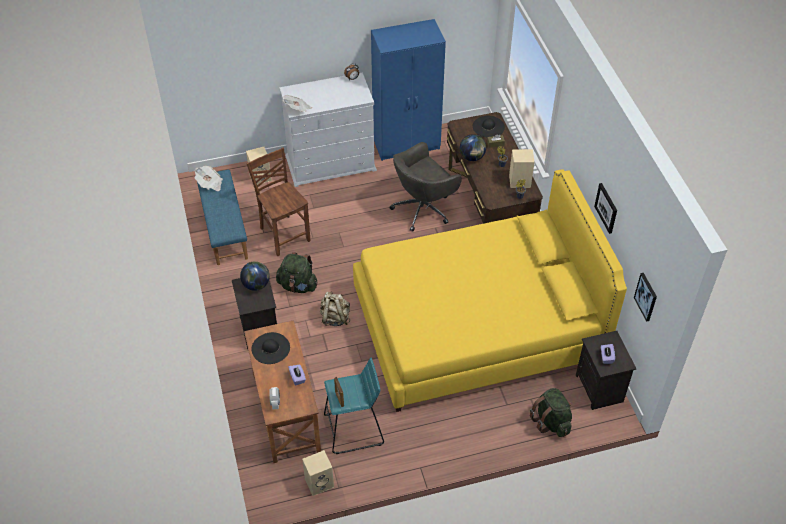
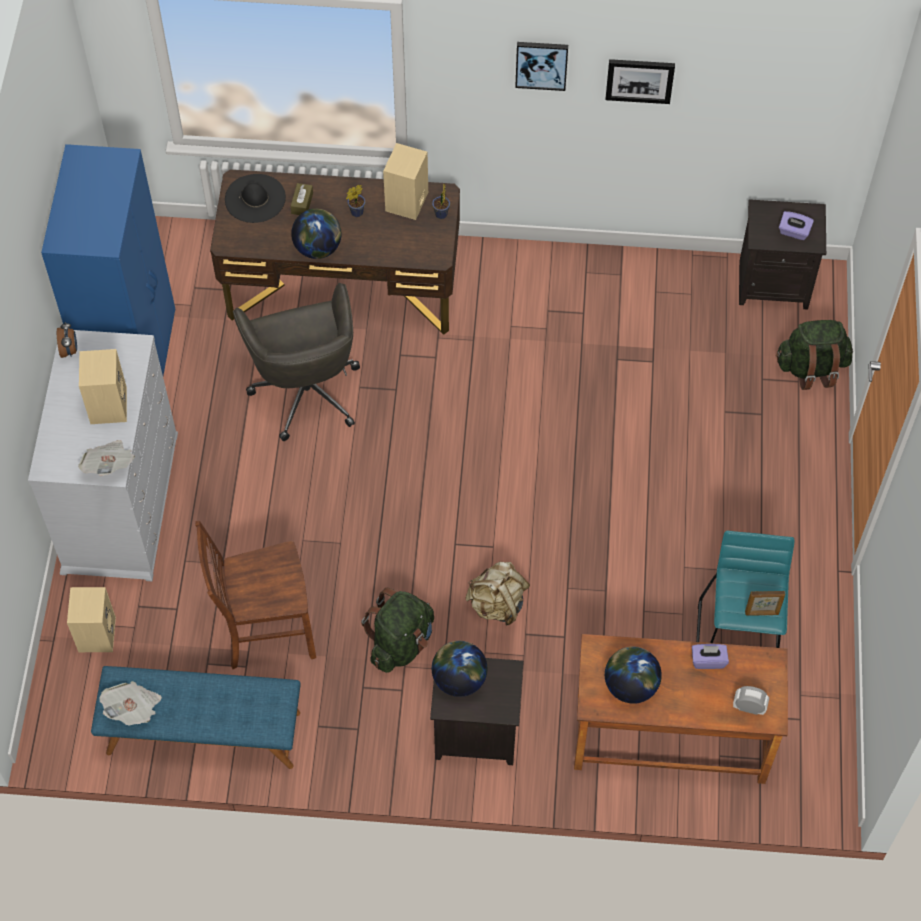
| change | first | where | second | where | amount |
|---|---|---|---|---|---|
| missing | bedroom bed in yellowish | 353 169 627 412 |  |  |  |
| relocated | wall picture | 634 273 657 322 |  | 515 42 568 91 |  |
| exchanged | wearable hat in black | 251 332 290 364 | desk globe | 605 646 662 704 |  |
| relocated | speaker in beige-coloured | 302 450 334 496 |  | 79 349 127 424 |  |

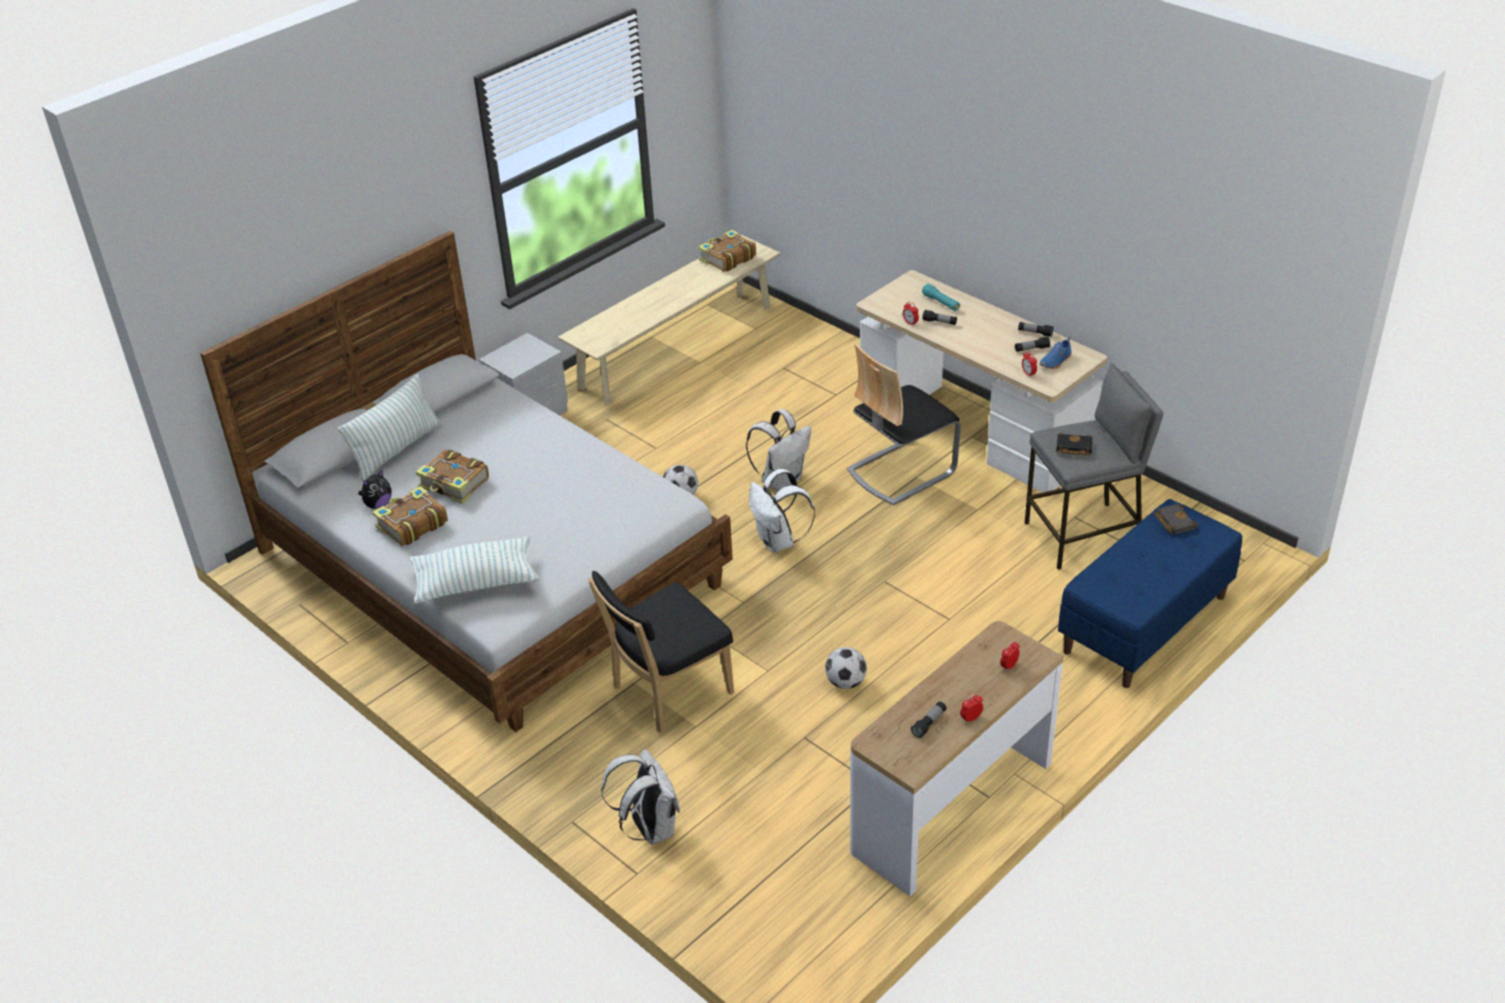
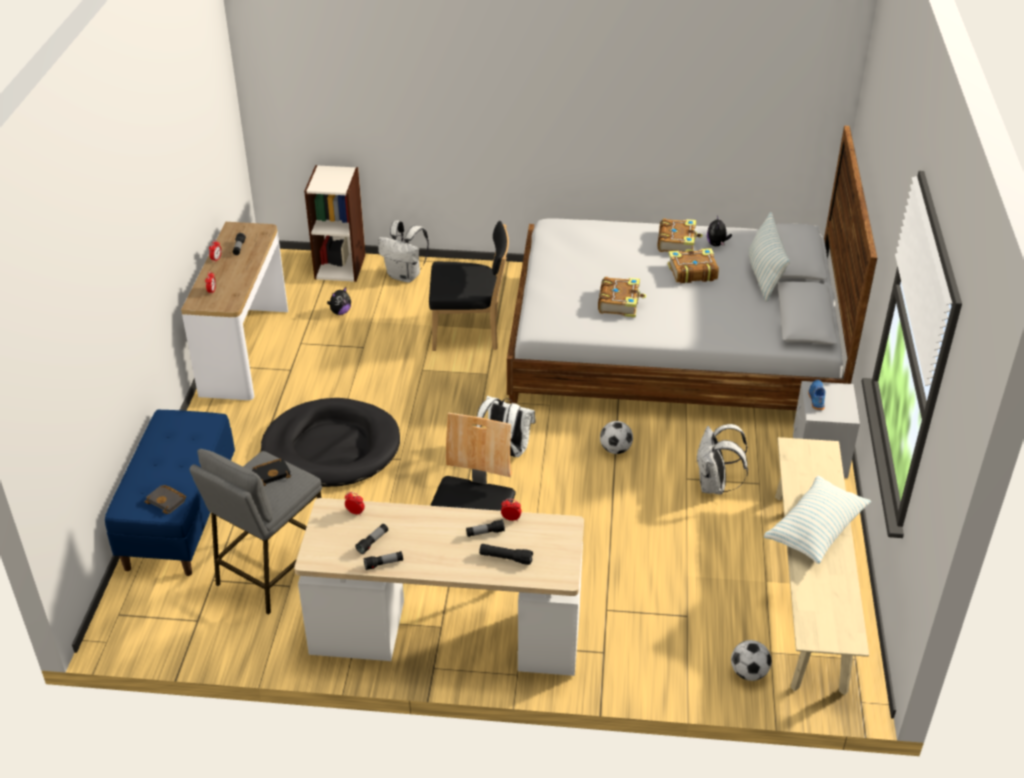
| change | first | where | second | where | amount |
|---|---|---|---|---|---|
| relocated | book | 698 230 756 272 |  | 598 277 646 318 |  |
| colour | flashlight in turquoise | 922 284 960 311 | flashlight in black | 479 544 533 565 |  |
| relocated | item of footwear in bluish | 1040 337 1072 369 |  | 808 380 826 410 |  |
| relocated | rucksack in white | 746 409 811 491 |  | 697 424 748 495 |  |
| relocated | throw pillow | 410 536 540 604 |  | 764 476 871 564 |  |
| spun | chair in black | 588 571 734 733 |  | 429 221 509 351 | 75 degrees clockwise |
| relocated | football ball | 825 647 867 689 |  | 731 640 771 681 |  |
| appeared |  |  | bookcase | 304 165 365 282 |  |
| appeared |  |  | soft toy | 327 287 351 315 |  |
| appeared |  |  | dog cushion in black | 261 398 400 487 |  |

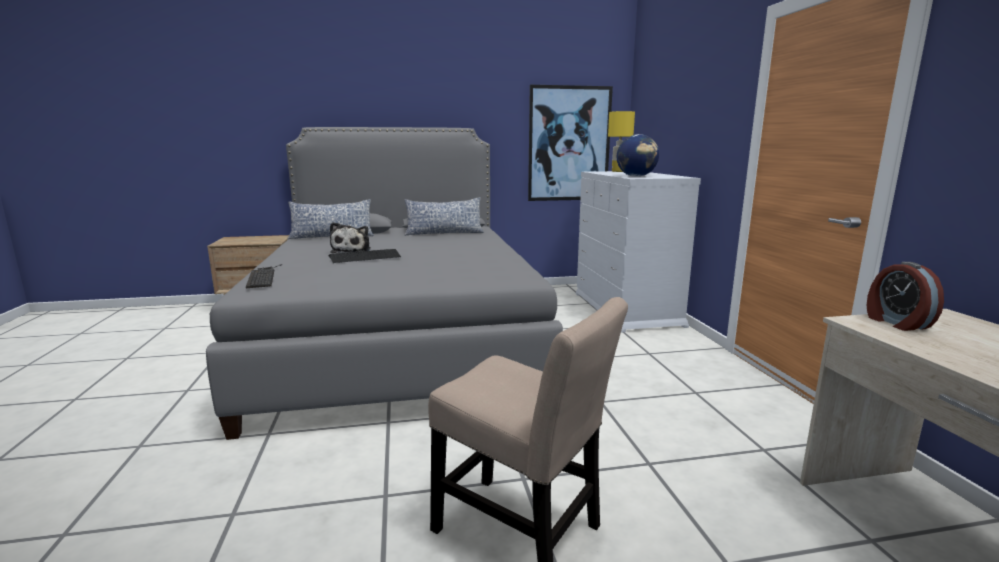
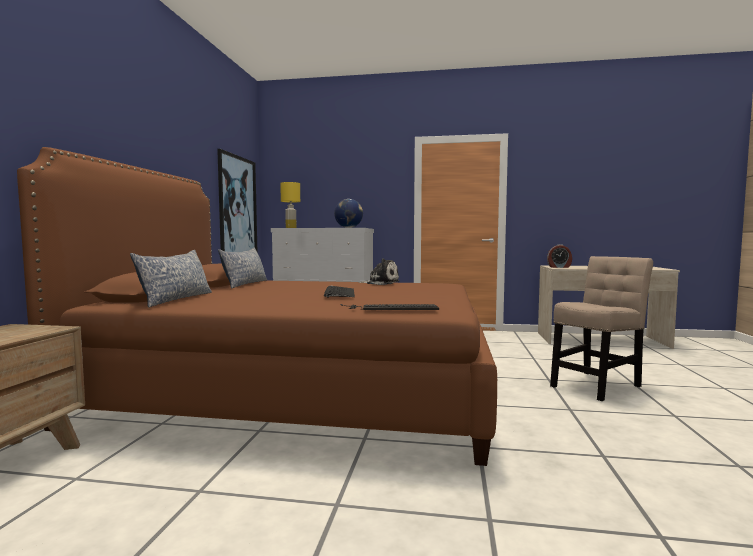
| change | first | where | second | where | amount |
|---|---|---|---|---|---|
| colour | bedroom bed in greyish | 206 127 563 440 | bedroom bed in brownish | 17 147 497 466 |  |
| relocated | soft toy | 330 222 371 253 |  | 358 258 399 285 |  |

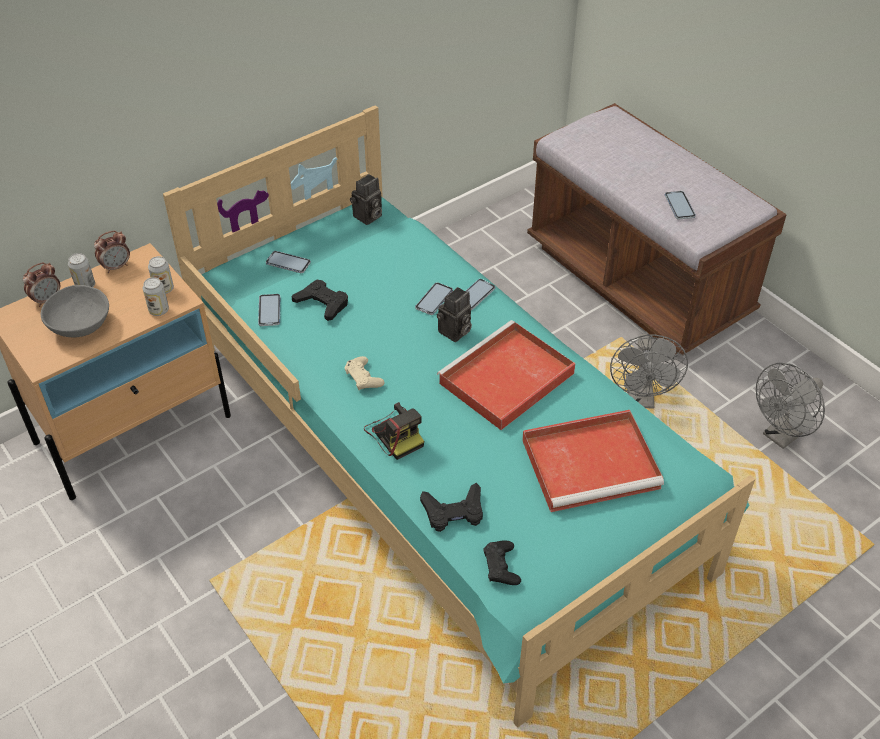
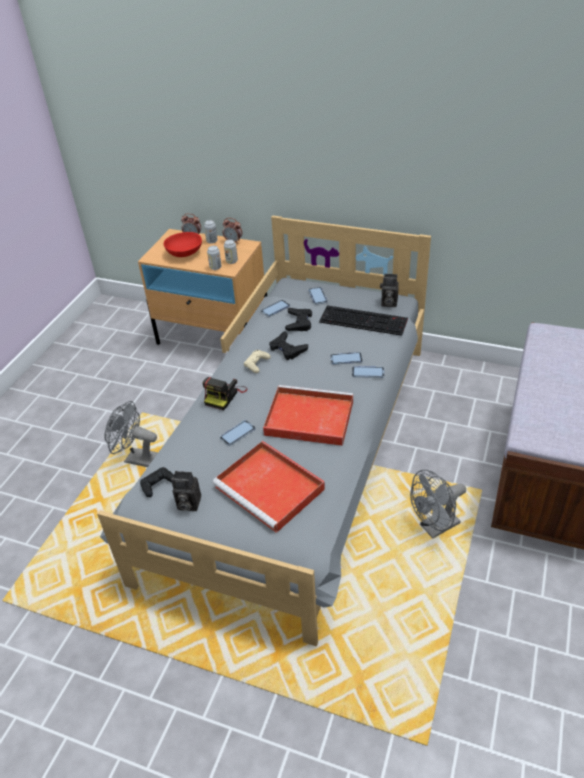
| change | first | where | second | where | amount |
|---|---|---|---|---|---|
| colour | bedroom bed in turquoise | 163 105 755 728 | bedroom bed in greyish | 97 216 431 646 |  |
| relocated | telephone | 665 191 696 219 |  | 220 420 256 446 |  |
| colour | deep dish in greyish | 41 285 109 337 | deep dish in red-coloured | 164 232 202 257 |  |
| relocated | still camera | 437 287 472 342 |  | 171 471 201 511 |  |
| relocated | electric fan in greyish | 756 363 825 449 |  | 104 401 158 467 |  |
| relocated | gamepad in black | 420 483 483 532 |  | 269 331 308 360 |  |
| appeared |  |  | keyboard | 319 305 408 336 |  |

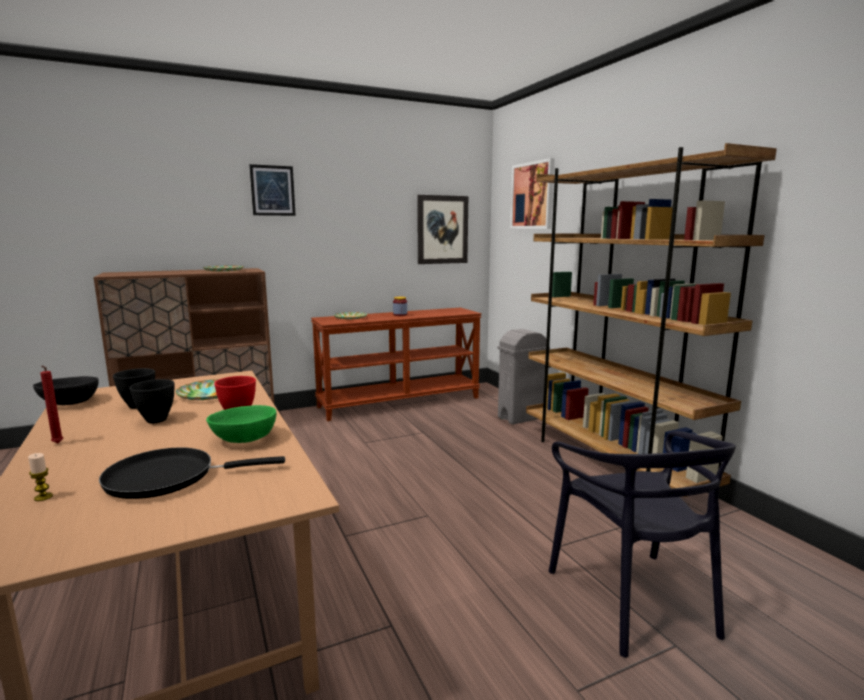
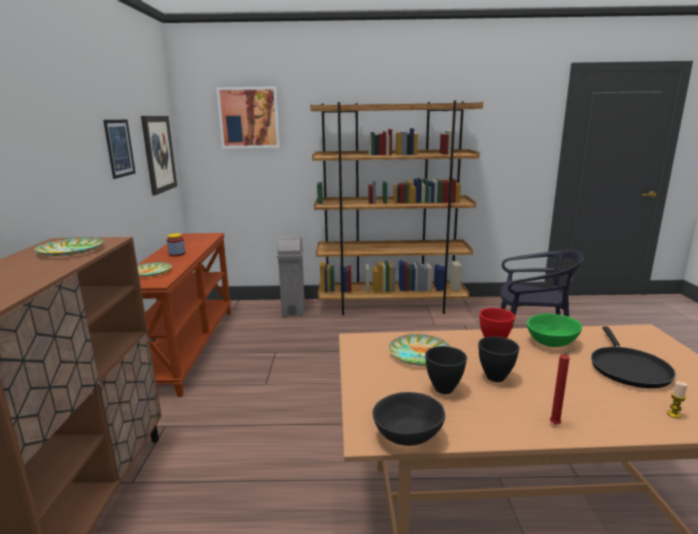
| change | first | where | second | where | amount |
|---|---|---|---|---|---|
| relocated | wall picture | 249 164 296 216 |  | 103 120 136 179 |  |

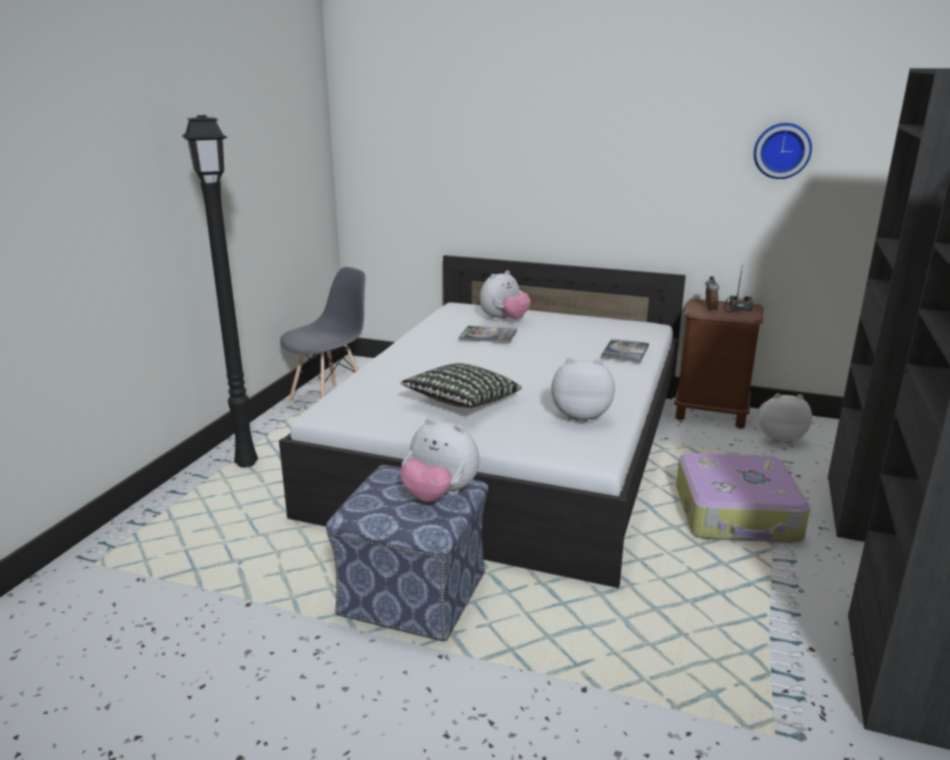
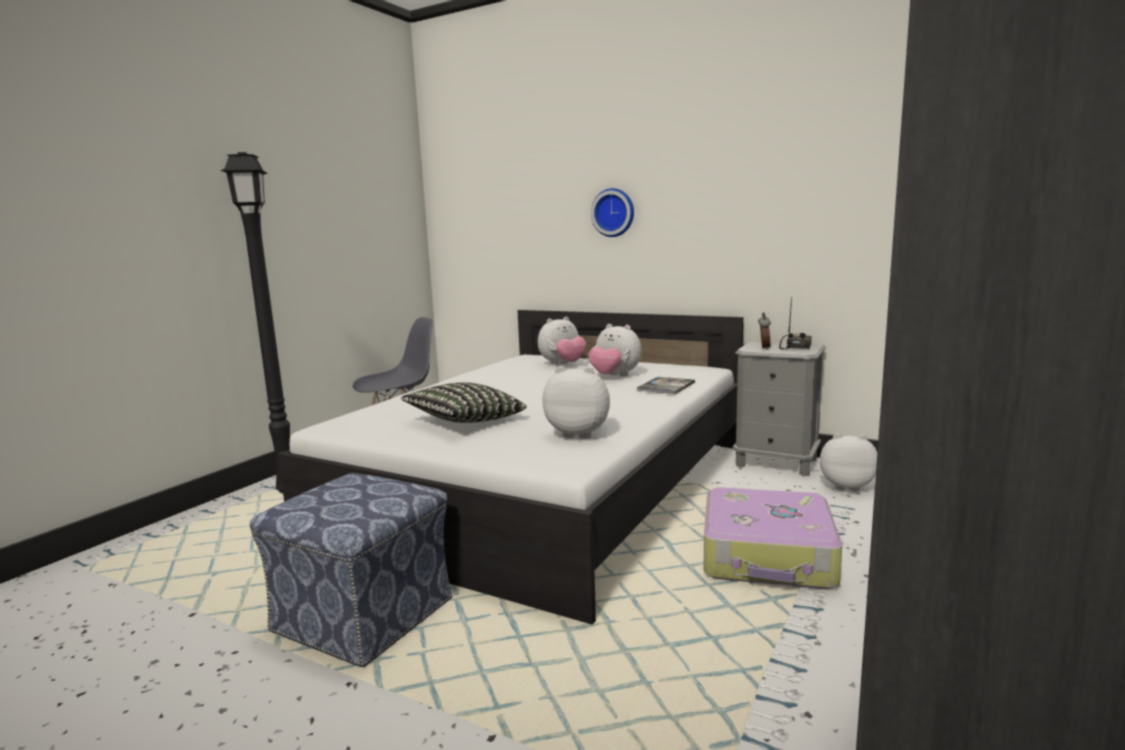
| change | first | where | second | where | amount |
|---|---|---|---|---|---|
| relocated | hanging clock | 754 123 812 179 |  | 591 188 634 237 |  |
| colour | night table in brownish | 674 298 763 429 | night table in greyish | 733 341 826 476 |  |
| missing | book | 459 326 517 343 |  |  |  |
| relocated | soft toy | 400 418 479 502 |  | 588 324 641 376 |  |

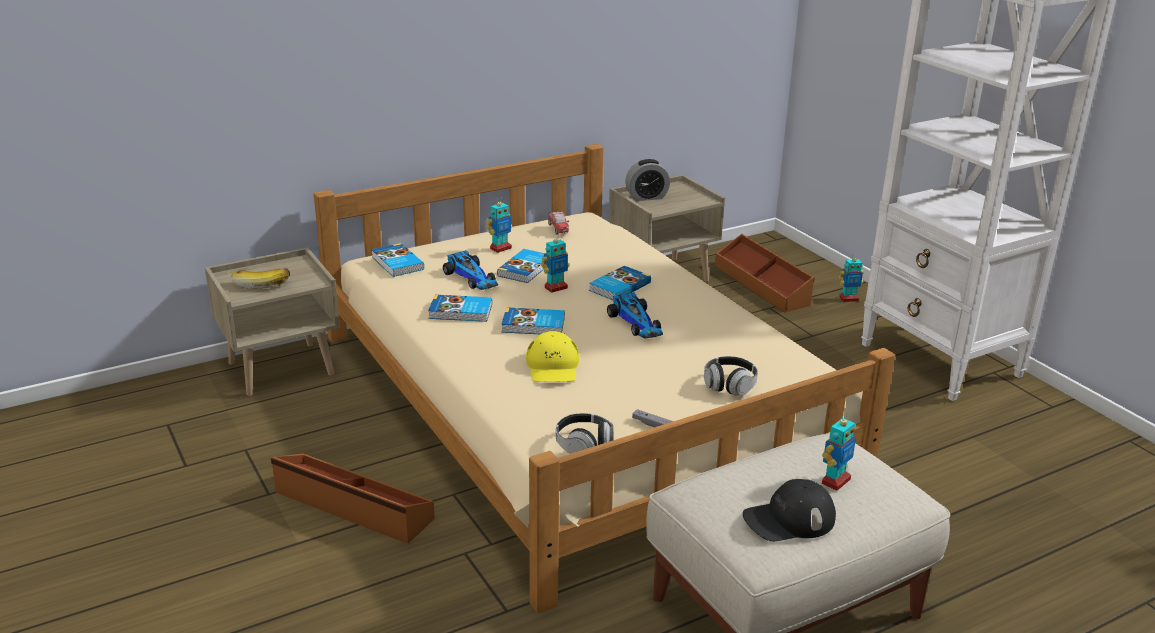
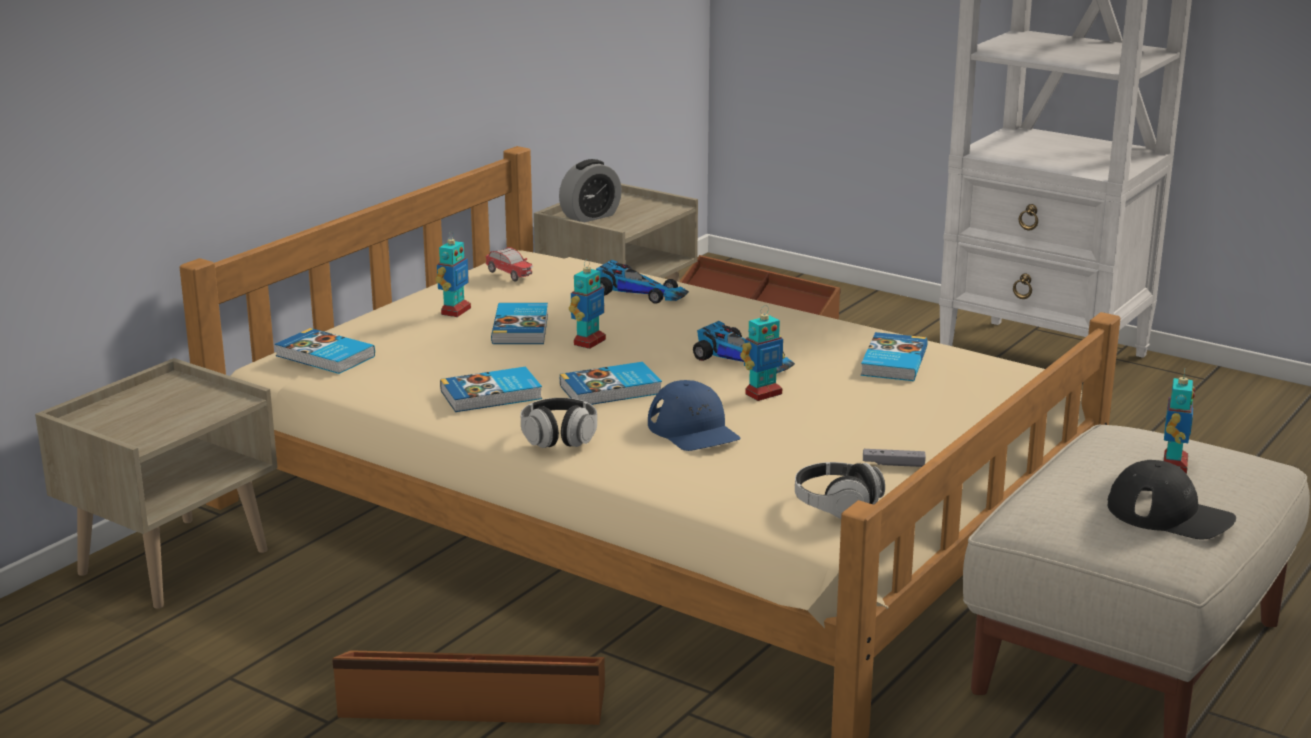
| change | first | where | second | where | amount |
|---|---|---|---|---|---|
| relocated | miniature car | 443 250 498 290 |  | 596 260 689 304 |  |
| relocated | toy robot | 839 254 863 302 |  | 740 305 785 401 |  |
| relocated | book | 589 266 651 300 |  | 861 332 928 381 |  |
| missing | banana fruit | 228 268 290 289 |  |  |  |
| colour | baseball cap in yellowish | 526 331 579 382 | baseball cap in bluish | 648 380 741 451 |  |
| relocated | headset | 704 356 758 396 |  | 521 398 597 448 |  |
| spun | baseball cap in black | 743 479 836 541 |  | 1108 460 1236 539 | 105 degrees counterclockwise |

